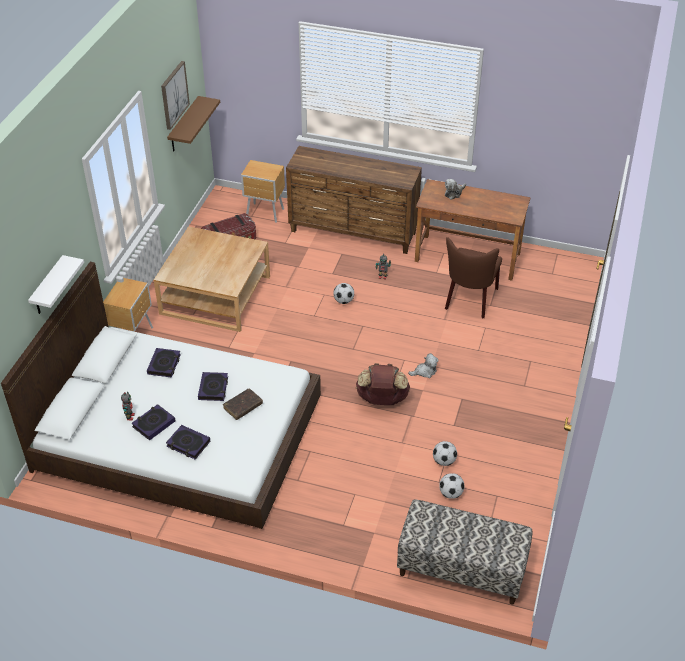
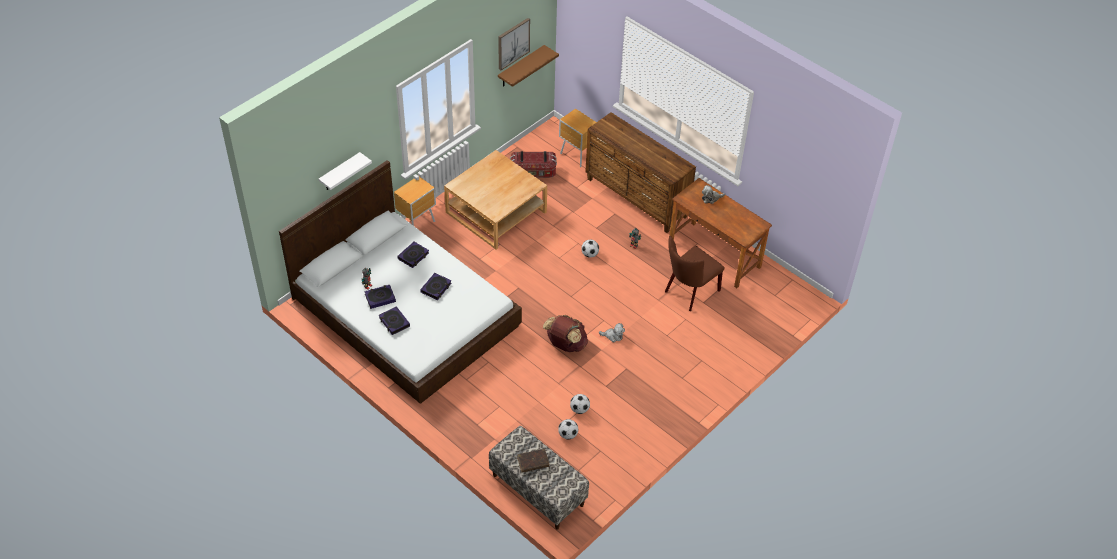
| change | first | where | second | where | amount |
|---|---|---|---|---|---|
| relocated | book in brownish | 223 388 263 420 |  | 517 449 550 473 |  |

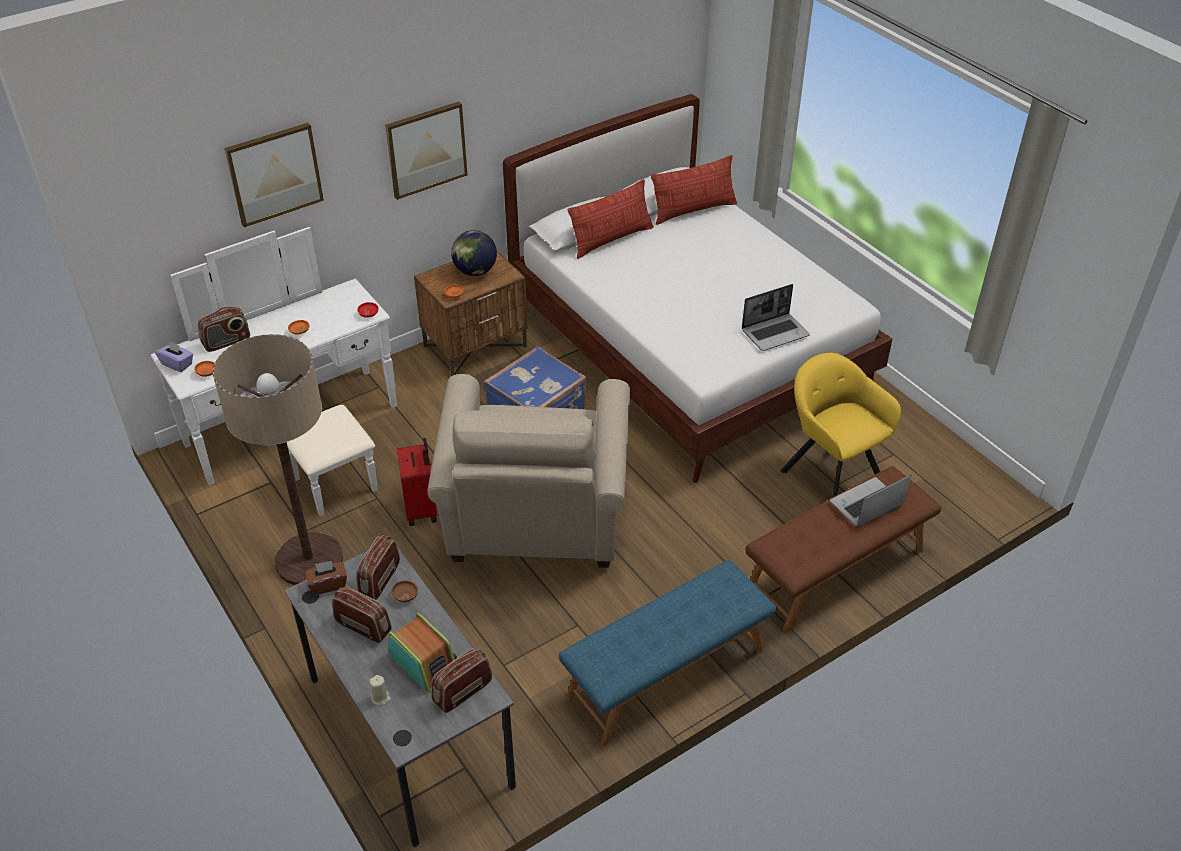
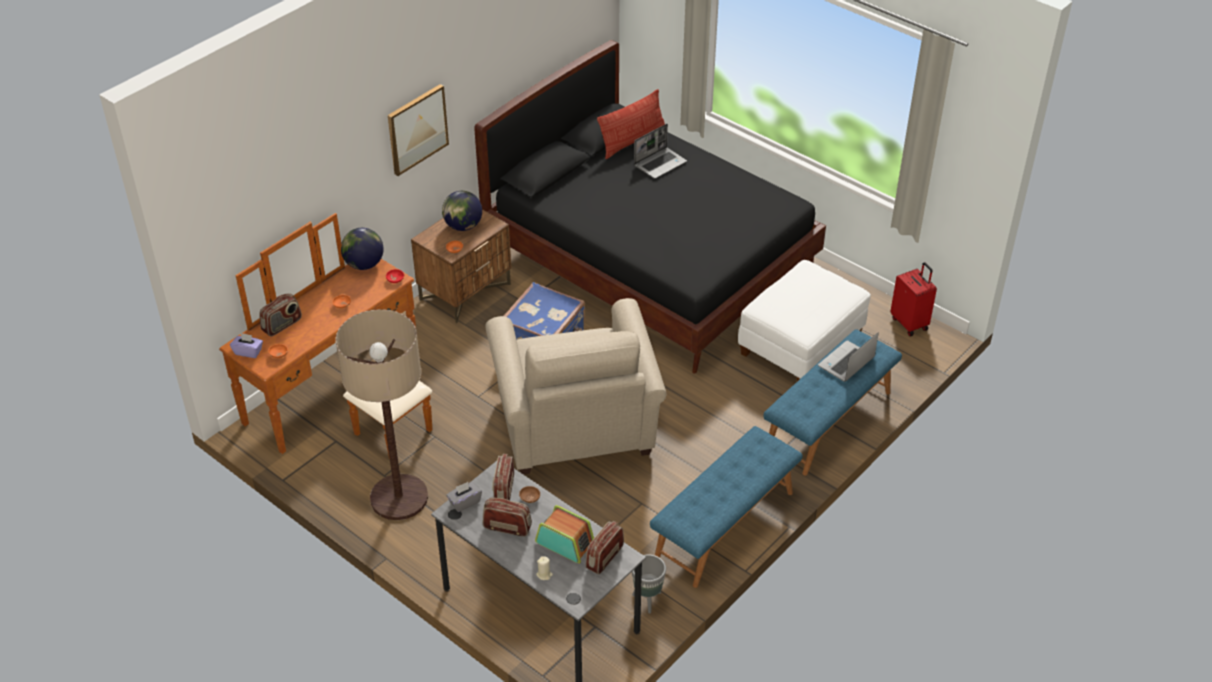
| change | first | where | second | where | amount |
|---|---|---|---|---|---|
| colour | bedroom bed in white | 503 94 892 483 | bedroom bed in black | 474 40 826 374 |  |
| missing | wall picture | 224 123 324 227 |  |  |  |
| missing | throw pillow | 568 179 654 259 |  |  |  |
| colour | dresser in white | 150 227 397 516 | dresser in brownish | 219 213 432 459 |  |
| relocated | notebook computer | 742 284 810 351 |  | 634 124 687 179 |  |
| exchanged | armchair in yellowish | 780 353 901 498 | ottoman in white | 738 260 871 381 |  |
| relocated | suitcase in red-coloured | 397 438 437 526 |  | 891 262 937 336 |  |
| colour | long seat in brownish | 745 466 941 632 | long seat in bluish | 764 329 902 476 |  |
| colour | box of tissues in brownish | 305 561 347 595 | box of tissues in greyish | 446 482 482 512 |  |
| appeared |  |  | desk globe | 341 228 384 270 |  |
| appeared |  |  | plant pot in greyish | 632 554 666 614 |  |

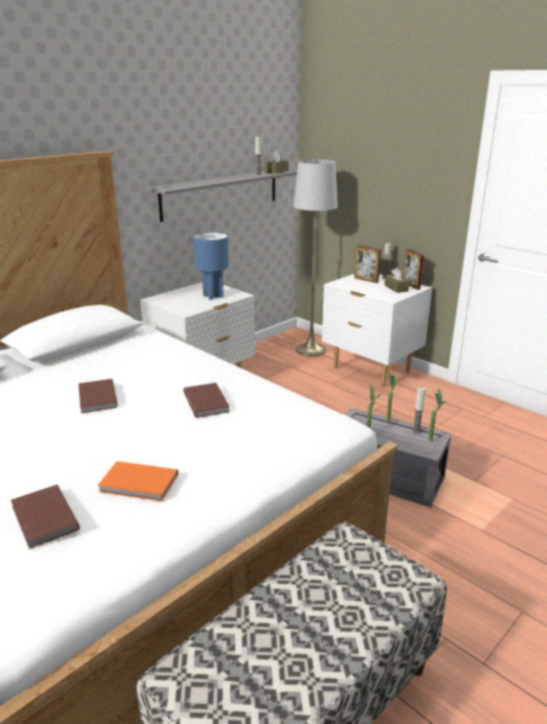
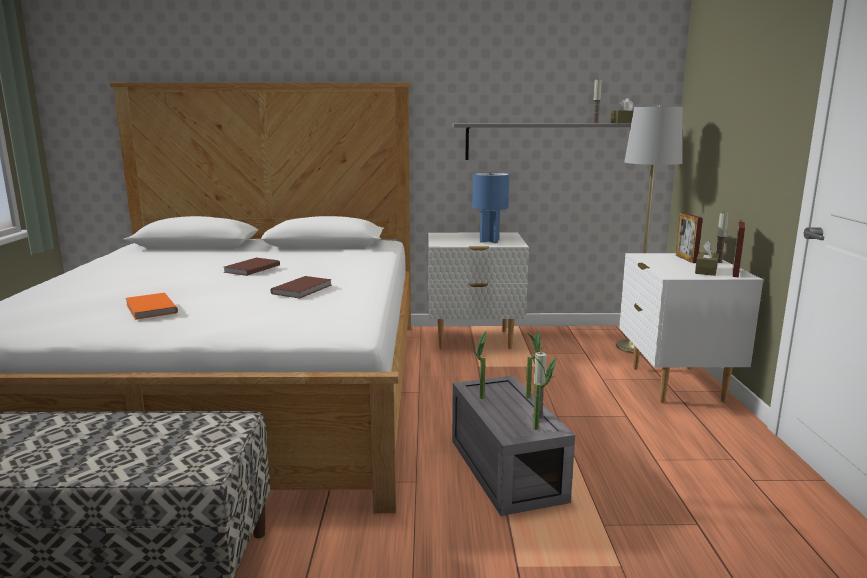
| change | first | where | second | where | amount |
|---|---|---|---|---|---|
| missing | book in brownish | 11 485 80 549 |  |  |  |

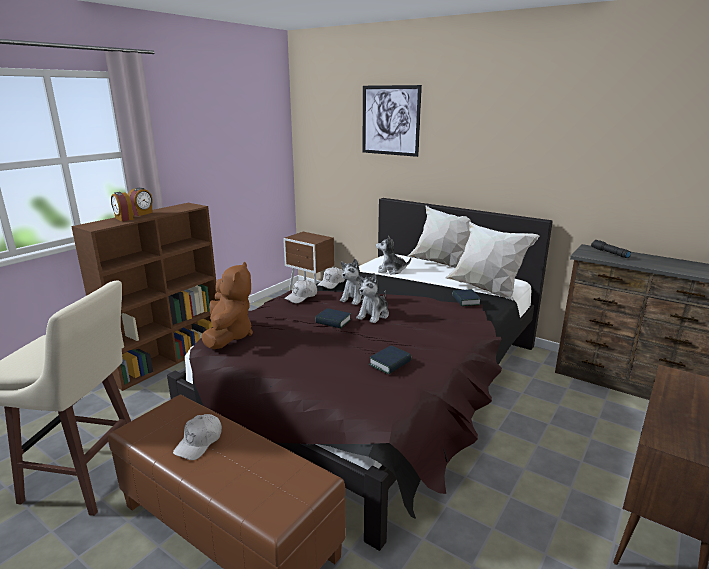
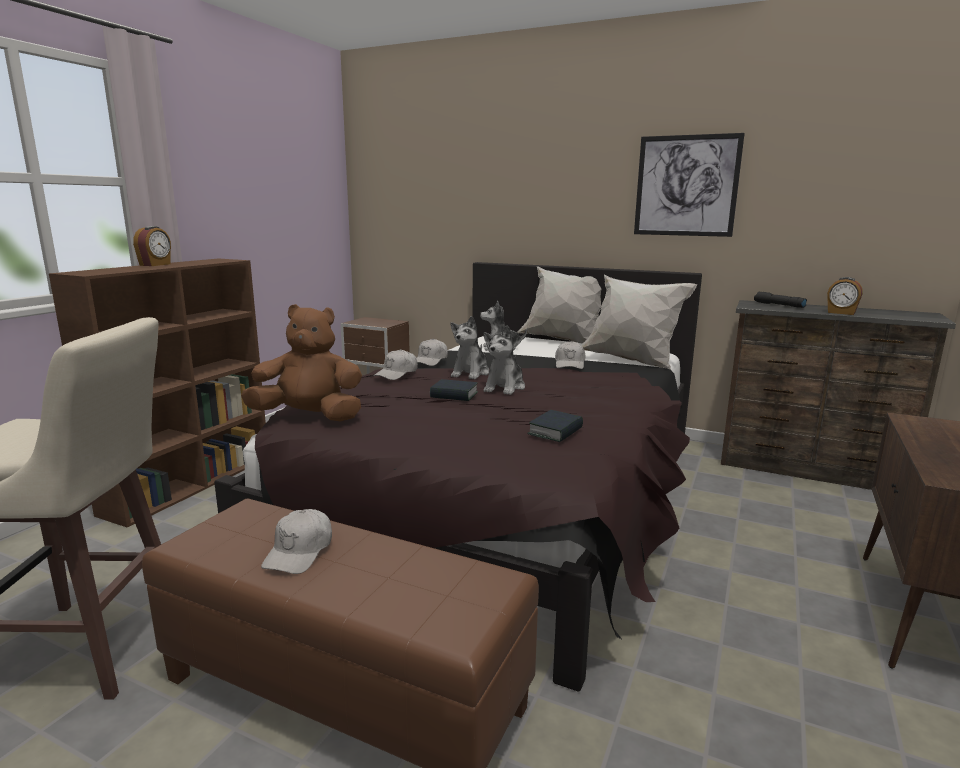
| change | first | where | second | where | amount |
|---|---|---|---|---|---|
| relocated | wall picture | 362 85 422 157 |  | 634 133 745 237 |  |
| relocated | alarm clock | 111 192 133 221 |  | 827 277 863 315 |  |
| spun | soft toy in brownish | 201 262 253 349 |  | 241 304 362 422 | 75 degrees counterclockwise |
| missing | book | 453 289 481 306 |  |  |  |
| appeared |  |  | baseball cap in white | 555 341 585 369 |  |

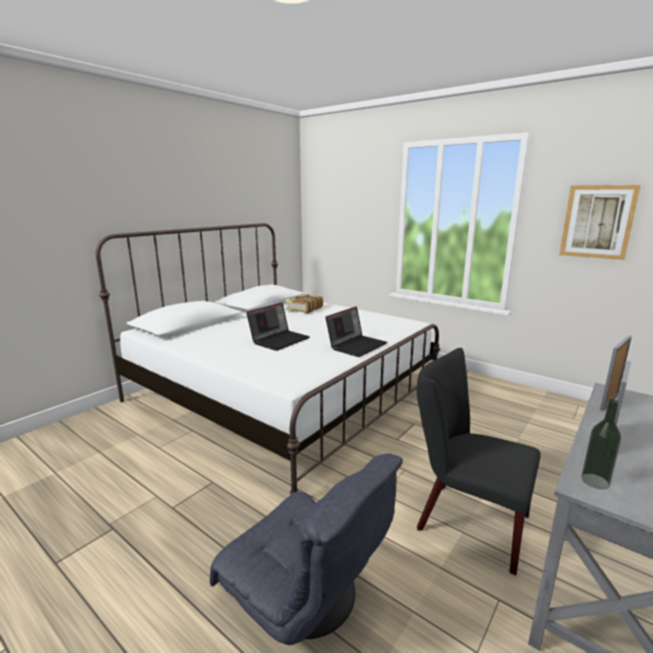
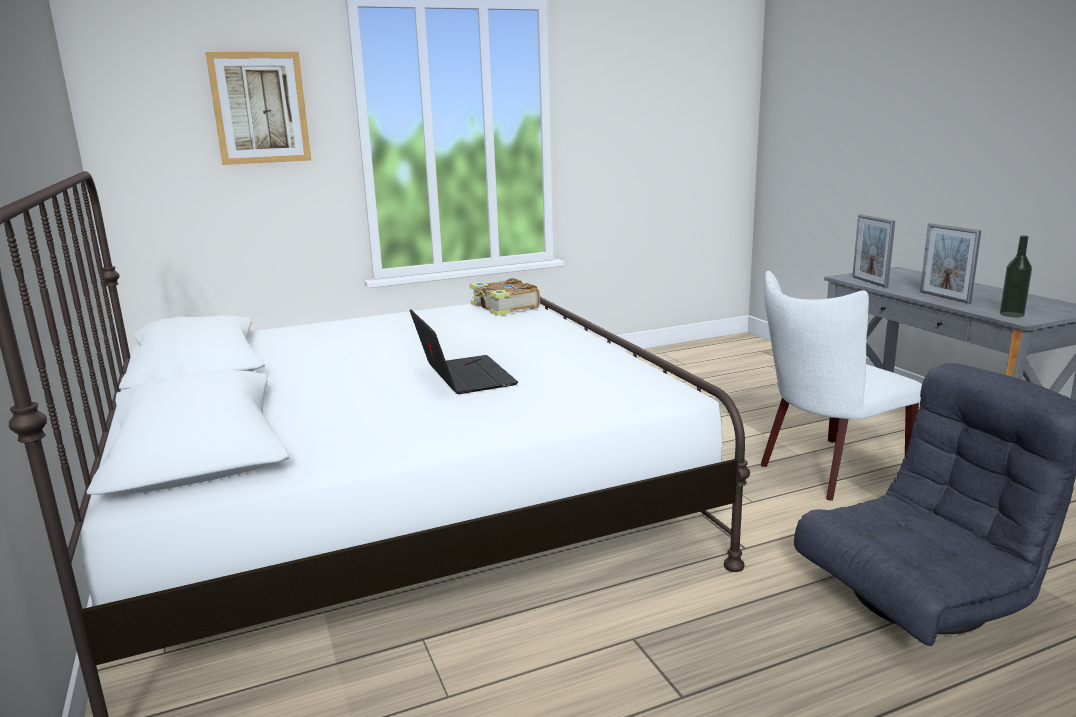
| change | first | where | second | where | amount |
|---|---|---|---|---|---|
| relocated | wall picture | 559 185 641 260 |  | 206 52 311 165 |  |
| relocated | book | 285 294 323 313 |  | 470 278 540 316 |  |
| missing | notebook computer | 325 306 387 357 |  |  |  |
| colour | chair in black | 417 348 541 575 | chair in white | 761 271 922 501 |  |

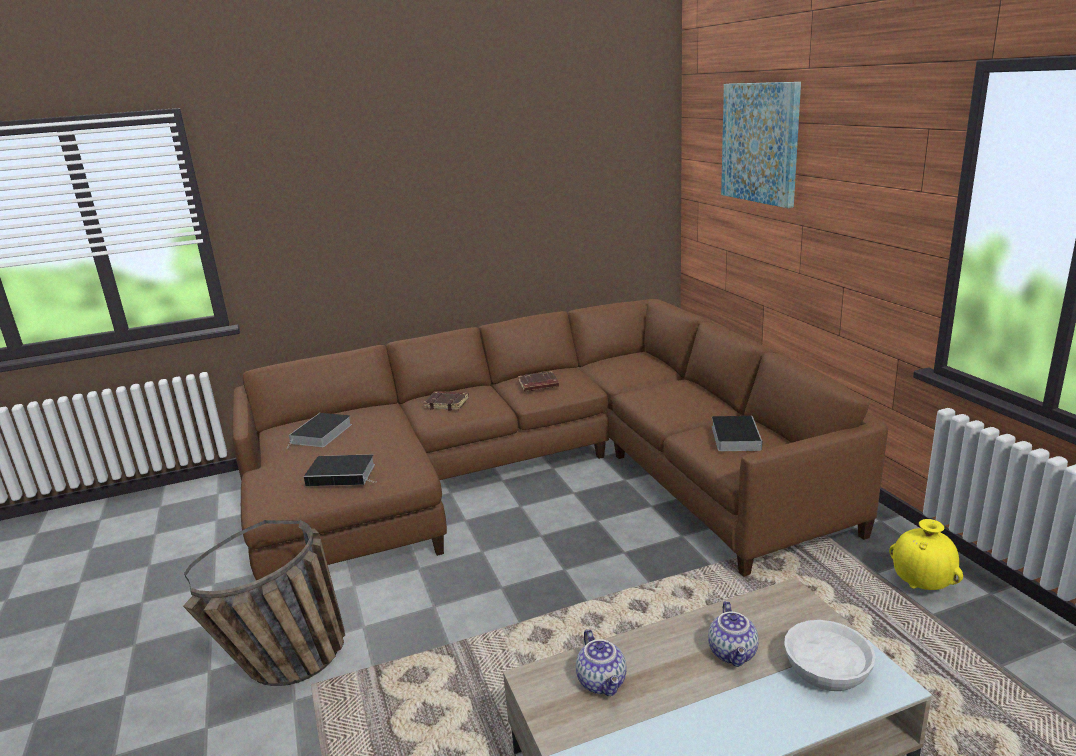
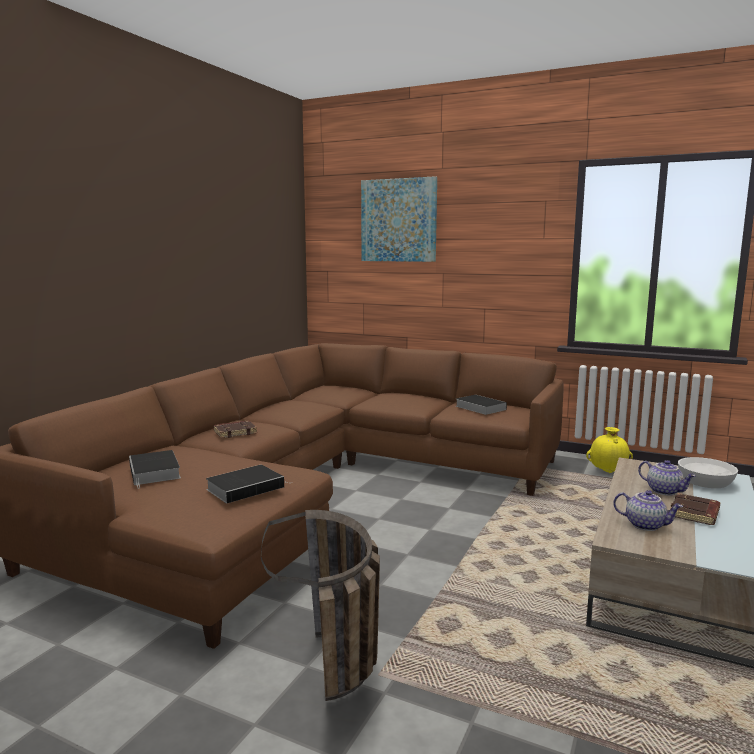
| change | first | where | second | where | amount |
|---|---|---|---|---|---|
| relocated | book in brownish | 518 371 559 392 |  | 670 493 720 525 |  |

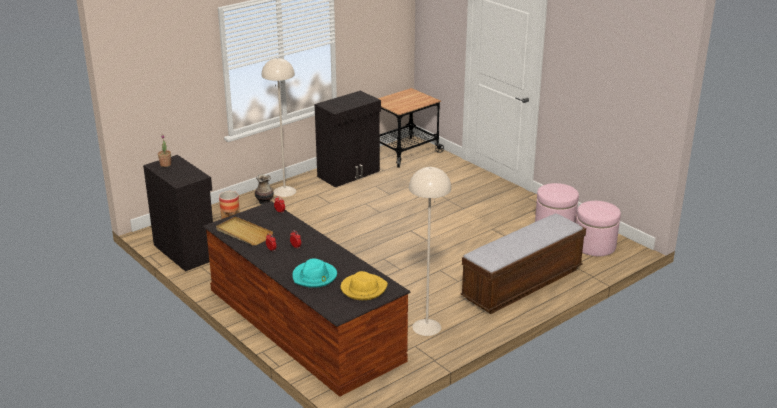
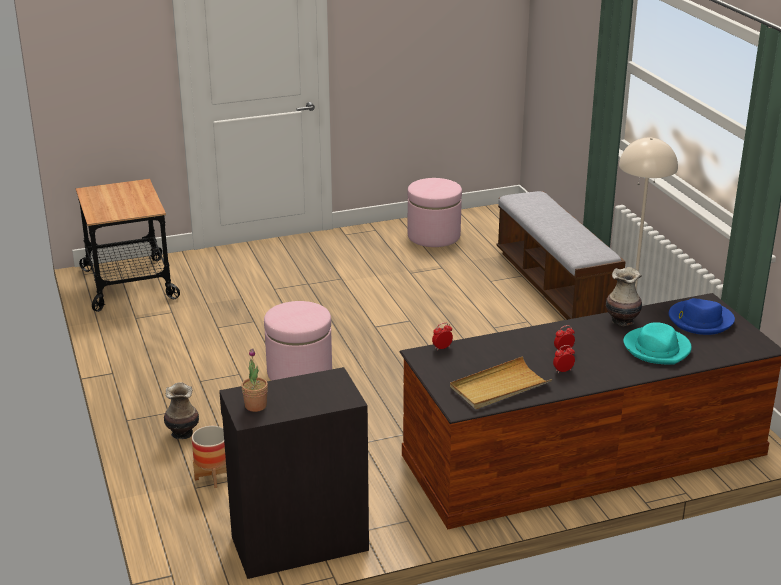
| change | first | where | second | where | amount |
|---|---|---|---|---|---|
| missing | standing lamp in beige-coloured | 262 58 296 197 |  |  |  |
| missing | cupboard in black | 315 91 381 187 |  |  |  |
| relocated | ottoman in pink-coloured | 576 201 621 256 |  | 264 301 332 381 |  |
| colour | wearable hat in yellowish | 341 271 388 300 | wearable hat in bluish | 669 298 735 335 |  |
| appeared |  |  | vase | 606 267 642 326 |  |

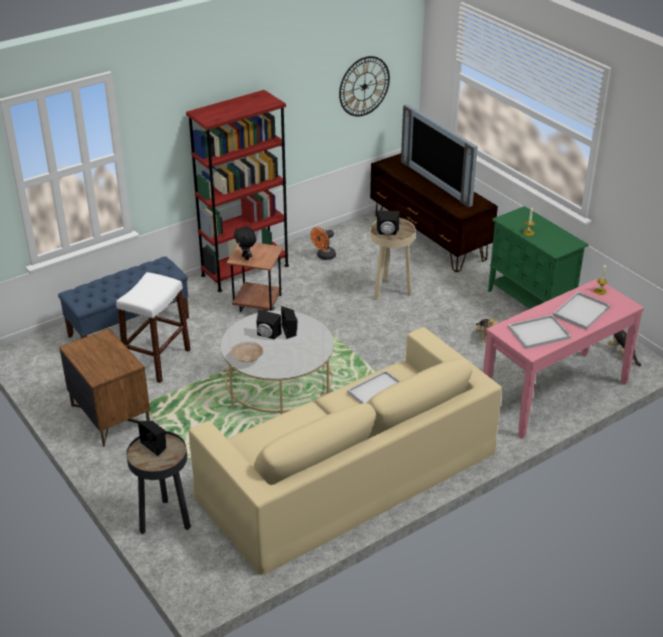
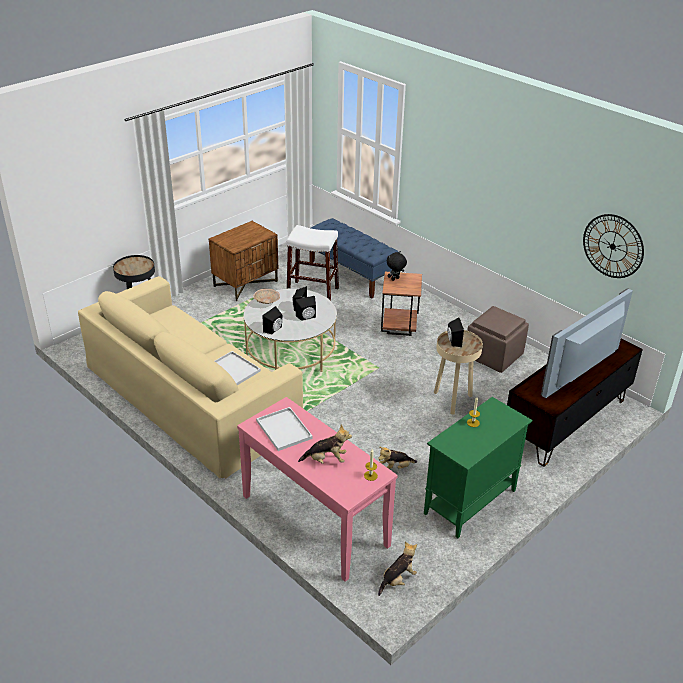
| change | first | where | second | where | amount |
|---|---|---|---|---|---|
| missing | bookcase in red-coloured | 186 90 289 292 |  |  |  |
| exchanged | electric fan in orange | 311 227 336 260 | ottoman in brownish | 467 306 529 373 |  |
| exchanged | carrying tray in white | 553 292 610 330 | soft toy | 298 425 352 464 |  |
| relocated | speaker in black | 138 421 166 456 |  | 262 306 282 334 |  |

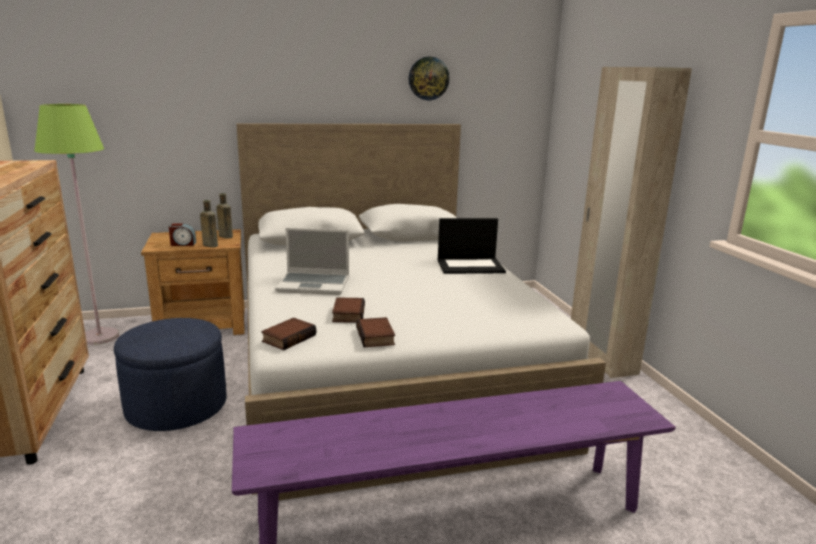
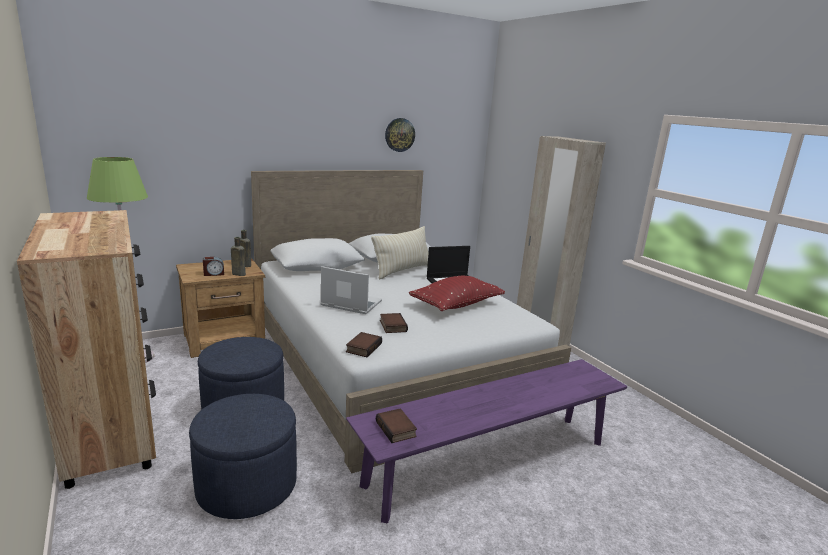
| change | first | where | second | where | amount |
|---|---|---|---|---|---|
| spun | notebook computer | 275 228 349 295 |  | 321 266 382 314 | 150 degrees counterclockwise |
| relocated | book | 356 317 395 347 |  | 376 408 417 443 |  |
| appeared |  |  | throw pillow in beige-coloured | 371 226 429 280 |  |
| appeared |  |  | throw pillow in red-coloured | 409 276 505 311 |  |
| appeared |  |  | ottoman in bluish | 189 394 297 519 |  |

